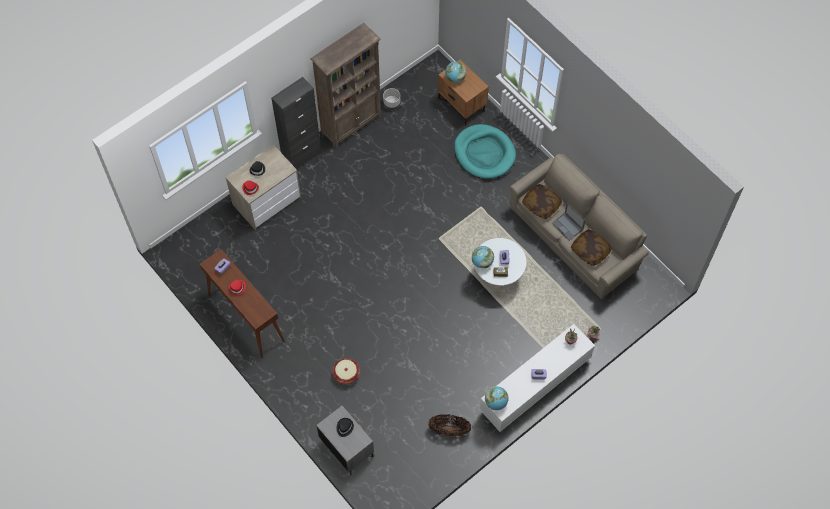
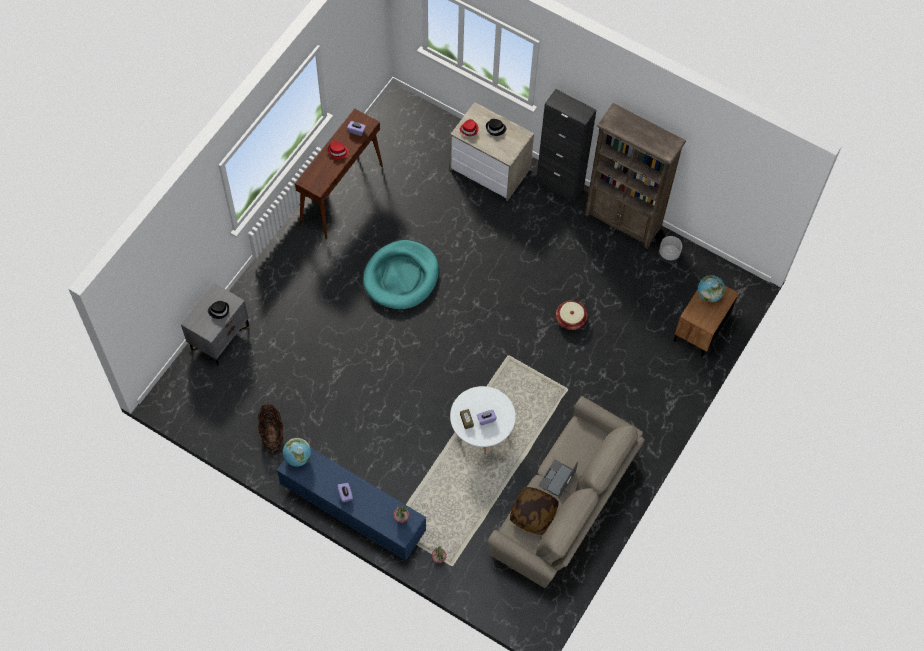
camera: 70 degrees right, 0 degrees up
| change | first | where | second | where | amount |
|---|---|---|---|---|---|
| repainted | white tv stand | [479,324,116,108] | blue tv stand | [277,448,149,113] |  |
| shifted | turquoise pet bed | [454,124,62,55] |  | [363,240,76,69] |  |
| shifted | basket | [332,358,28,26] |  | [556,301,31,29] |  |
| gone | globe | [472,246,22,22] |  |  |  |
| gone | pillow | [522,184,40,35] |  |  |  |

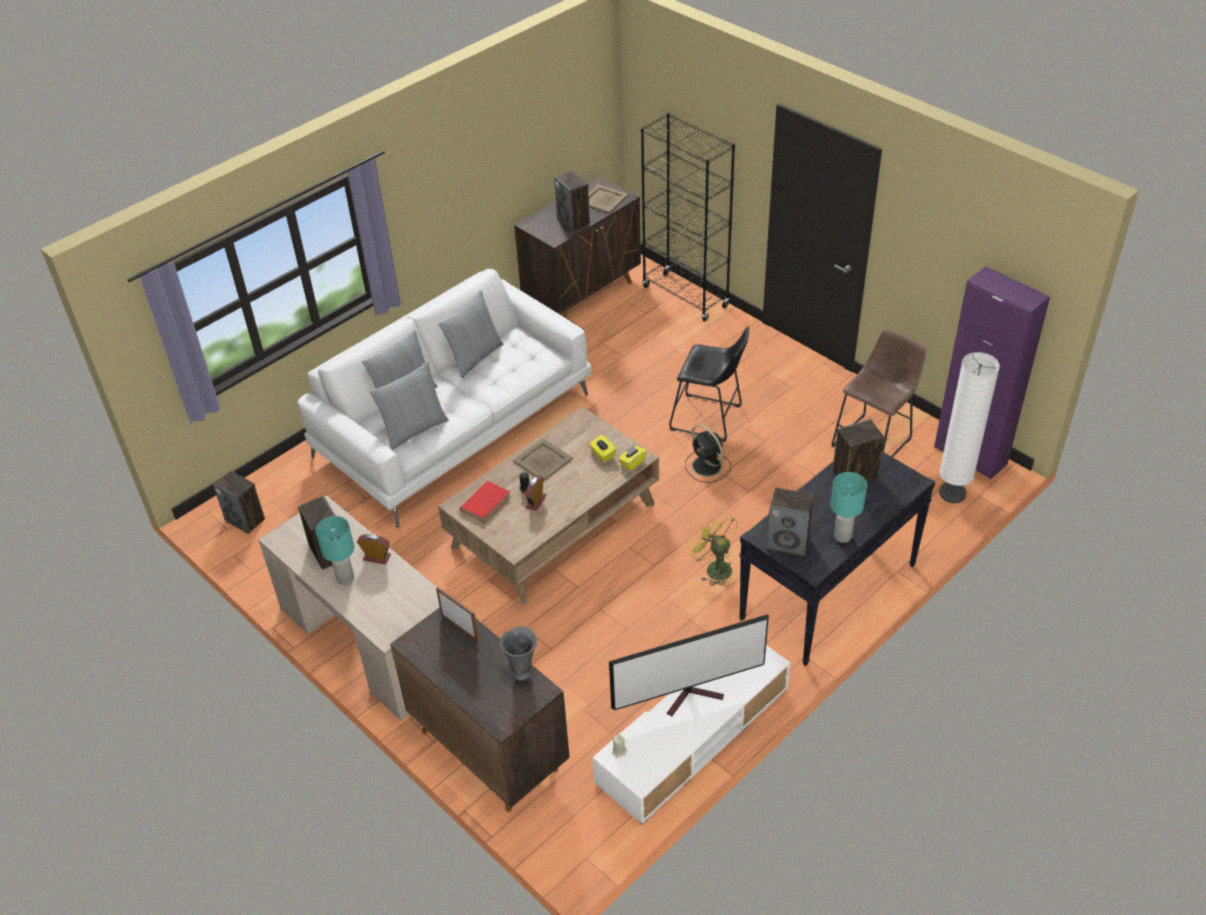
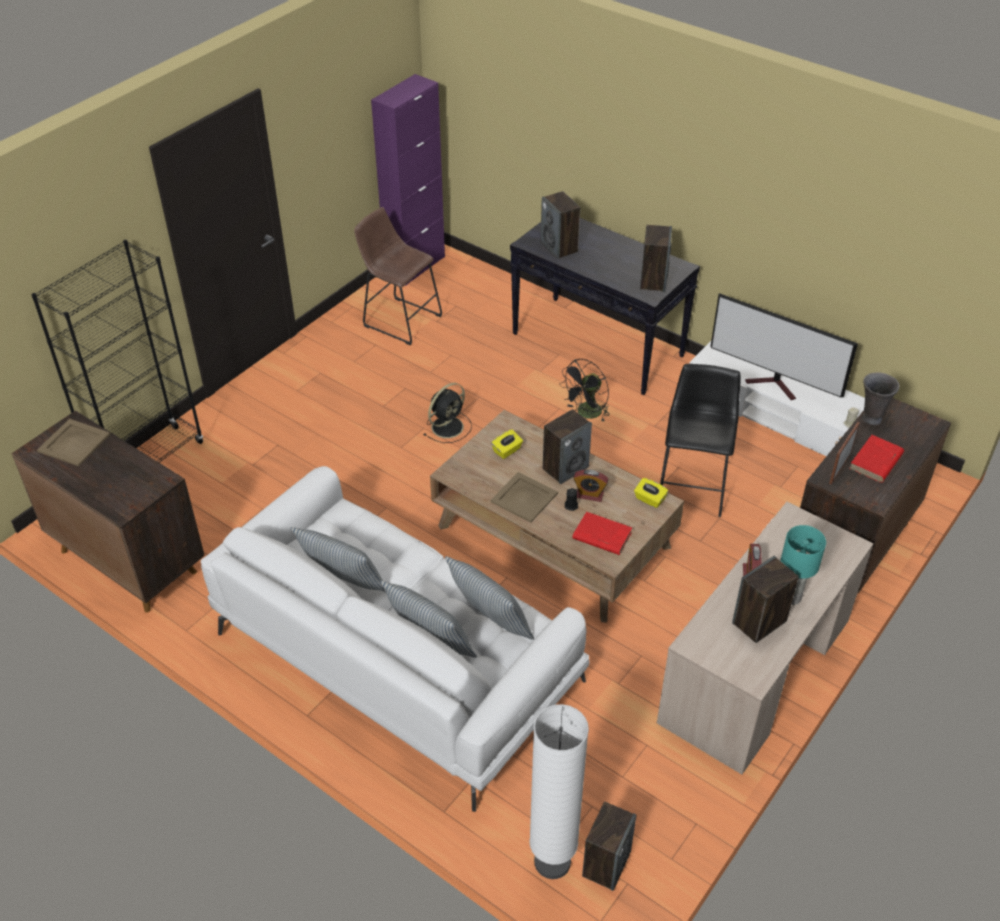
camera: 100 degrees left, 0 degrees up
| change | first | where | second | where | amount |
|---|---|---|---|---|---|
| shifted | white standing lamp | [939,352,61,151] |  | [529,704,60,175] |  |
| shifted | speaker | [554,171,36,60] |  | [543,409,49,75] |  |
| repainted | yellow-coloured fan | [687,512,51,75] | blackish fan | [559,359,51,63] |  |
| shifted | yellow-coloured tissue box | [618,444,29,27] |  | [634,478,34,30] |  |
| shifted | blackish stool seat | [669,327,80,115] |  | [660,364,81,153] |  |
| rotated | TV | [609,614,160,102] |  | [711,293,147,107] | 150 degrees clockwise |
| new |  |  | reddish bound book | [849,435,55,47] |  |
| gone | turquoise tabletop lamp | [830,472,37,71] |  |  |  |

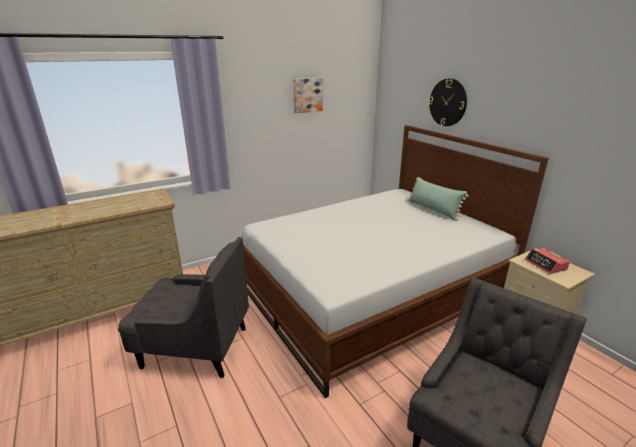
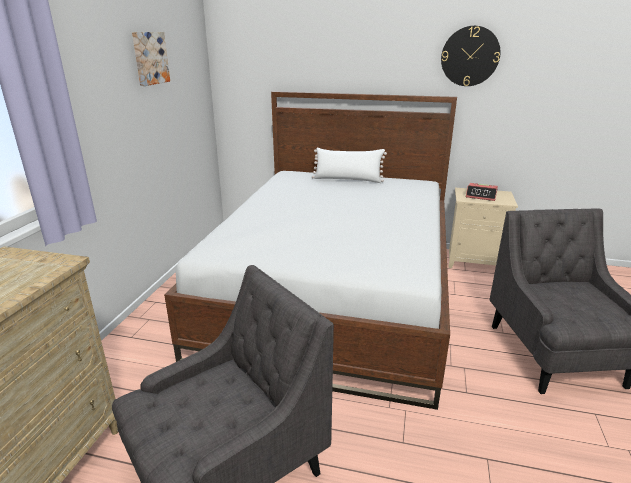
camera: 45 degrees left, 0 degrees up
| change | first | where | second | where | amount |
|---|---|---|---|---|---|
| repainted | green-coloured pillow | [408,177,61,43] | white pillow | [312,148,75,35] |  |
| shifted | clock on the wall | [429,79,38,47] |  | [441,26,59,60] |  |

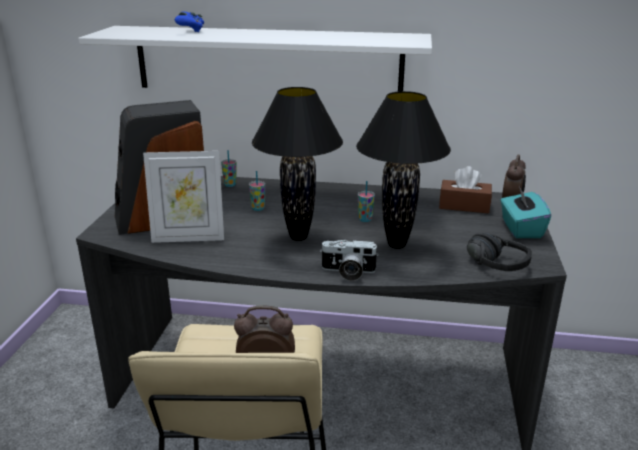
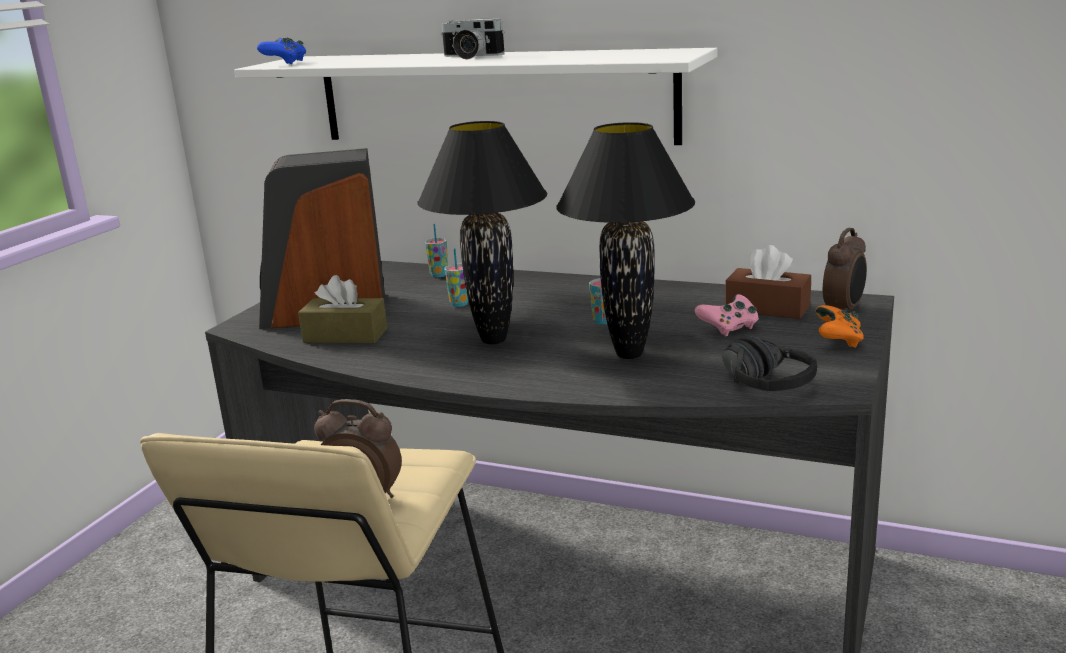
camera: 15 degrees right, 5 degrees down
| change | first | where | second | where | amount |
|---|---|---|---|---|---|
| shifted | blue game controller | [175,12,29,20] |  | [257,38,49,26] |  |
| swapped | standing frame | [143,151,81,92] | brown tissue box | [298,275,89,68] |  |
| shifted | still camera | [320,240,59,41] |  | [441,18,64,41] |  |
| new |  |  | pink-coloured game controller | [695,294,64,43] |  |
| swapped | turquoise tissue box | [501,186,50,52] | orangey game controller | [816,305,48,43] |  |

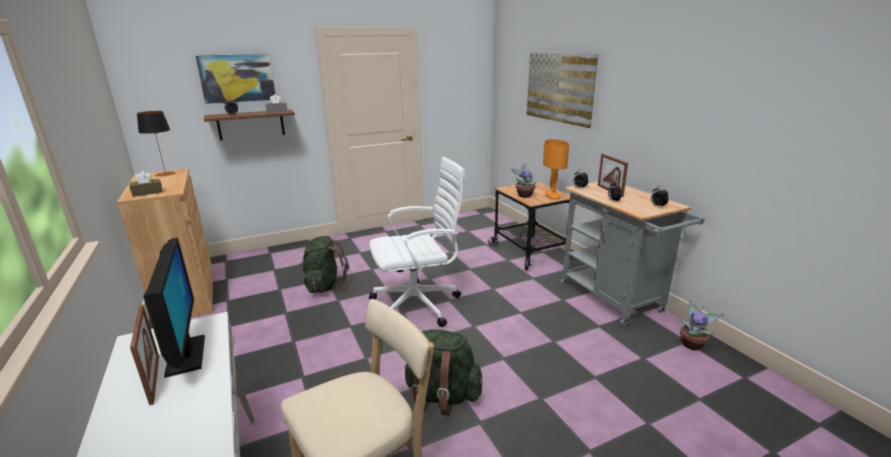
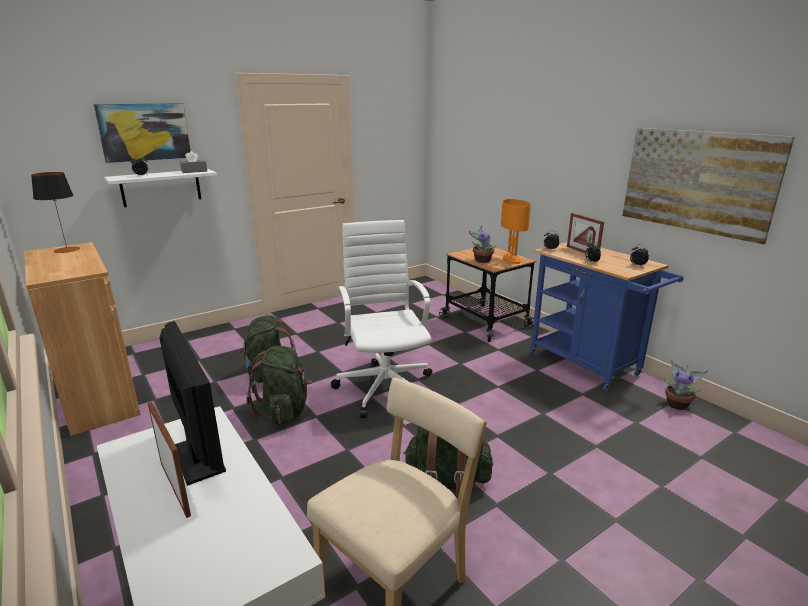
camera: 10 degrees left, 0 degrees up
| change | first | where | second | where | amount |
|---|---|---|---|---|---|
| repainted | brown shelf | [204,109,91,32] | white shelf | [104,169,113,38] |  |
| new |  |  | green-coloured backpack | [246,346,66,79] |  |
| rotated | white computer chair | [369,157,97,170] |  | [331,220,101,198] | 75 degrees counterclockwise |
| repainted | grey wheeled cart | [560,182,144,144] | blue wheeled cart | [529,242,155,150] |  |
| shifted | wall art | [527,52,72,76] |  | [622,128,173,116] |  |
| gone | brown tissue box | [130,171,32,26] |  |  |  |

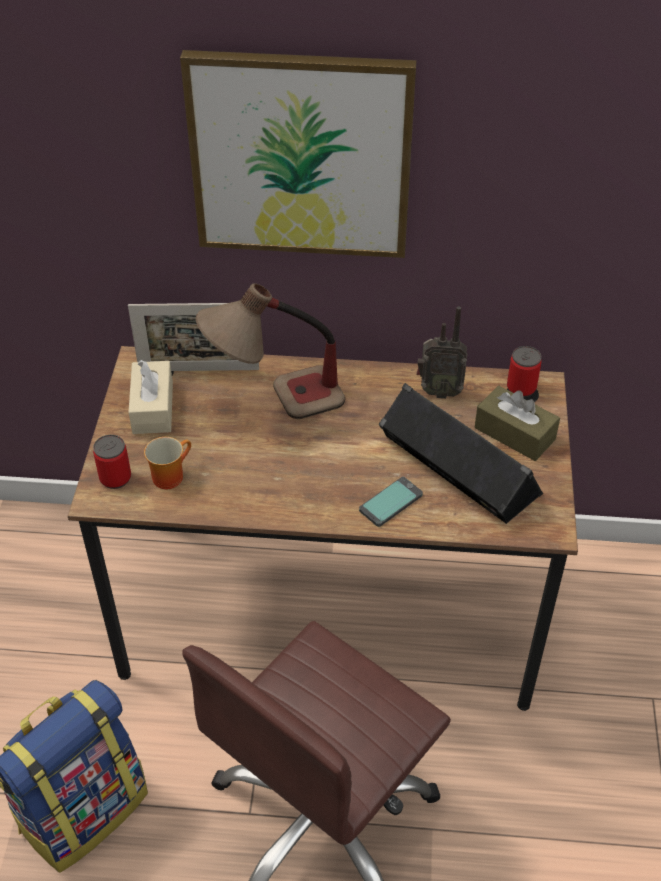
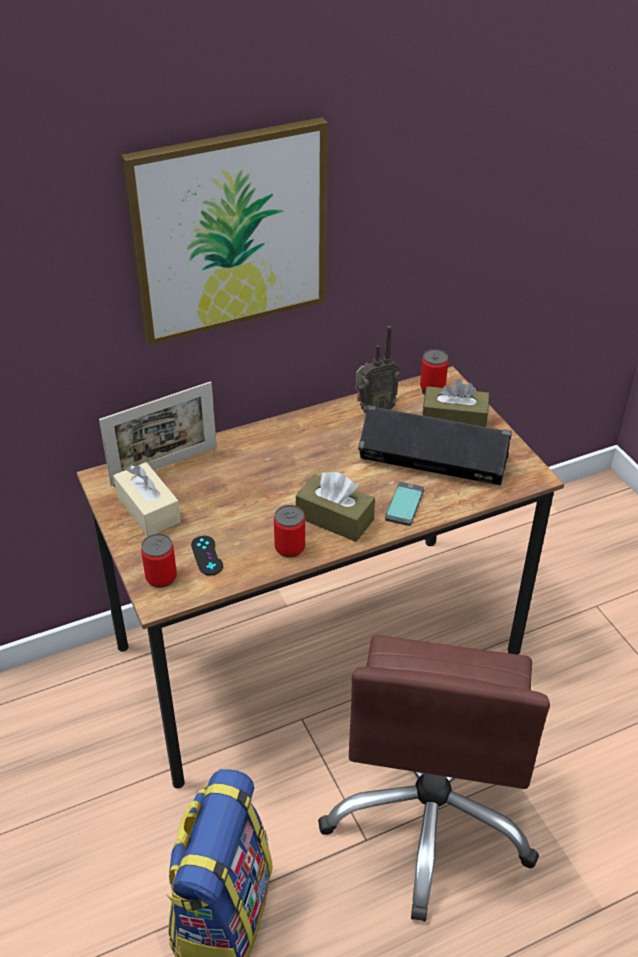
camera: 30 degrees left, 5 degrees down
| change | first | where | second | where | amount |
|---|---|---|---|---|---|
| swapped | coffee mug | [144,437,47,52] | blackish game controller | [191,536,32,40] |  |
| new |  |  | metal can | [274,505,31,53] |  |
| new |  |  | brown tissue box | [296,472,79,70] |  |
| gone | tabletop lamp | [196,283,149,136] |  |  |  |

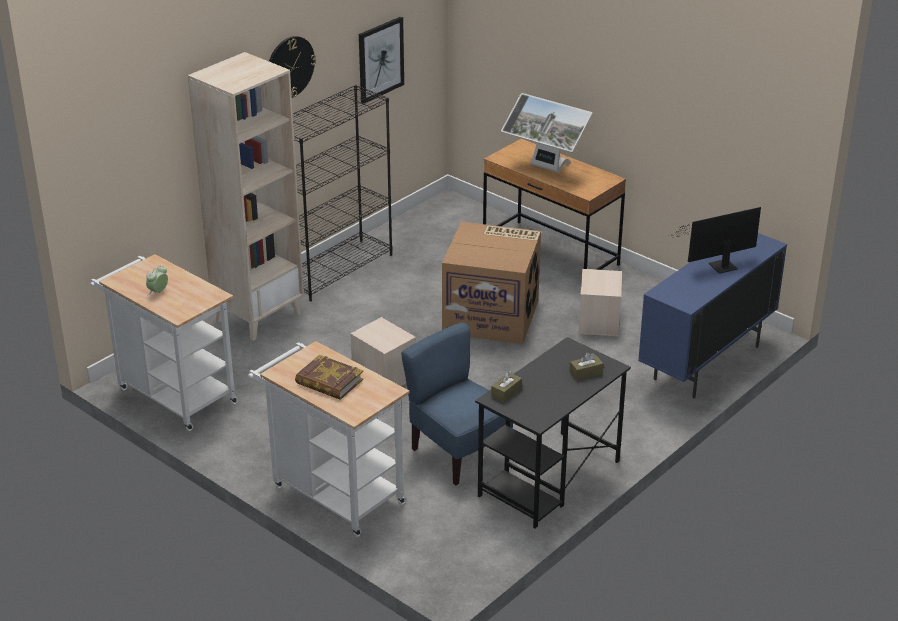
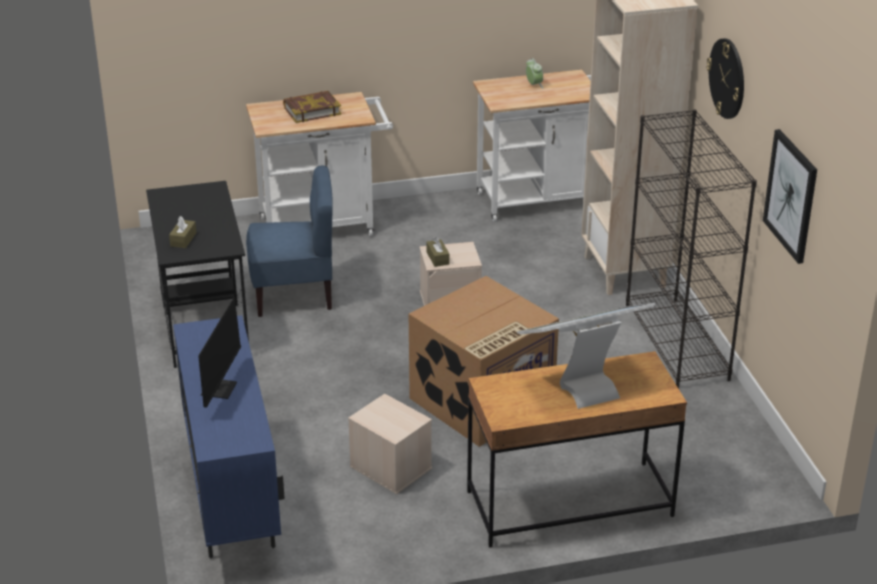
camera: 125 degrees right, 0 degrees up
| change | first | where | second | where | amount |
|---|---|---|---|---|---|
| shifted | brown tissue box | [491,371,31,31] |  | [426,237,24,30] |  |

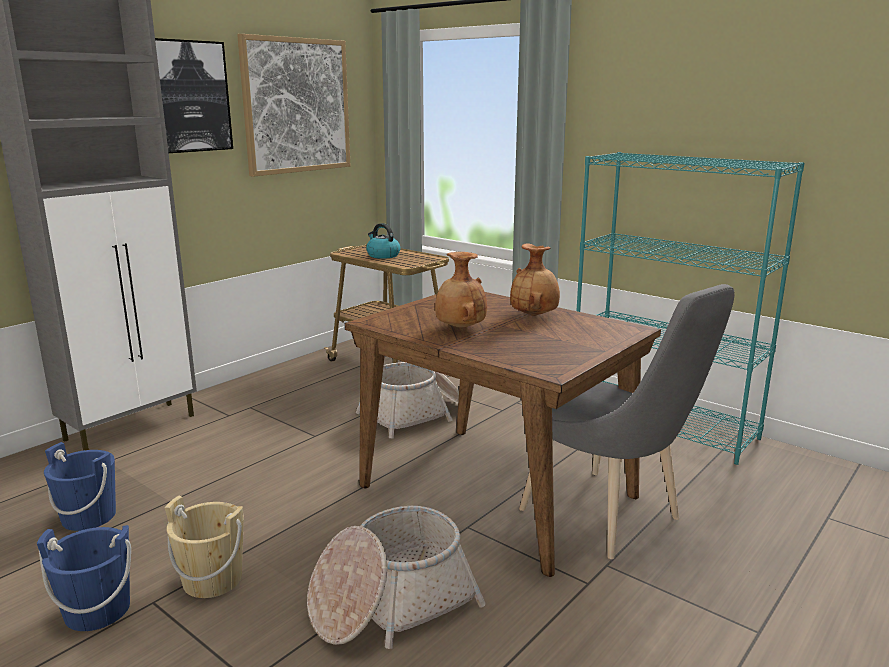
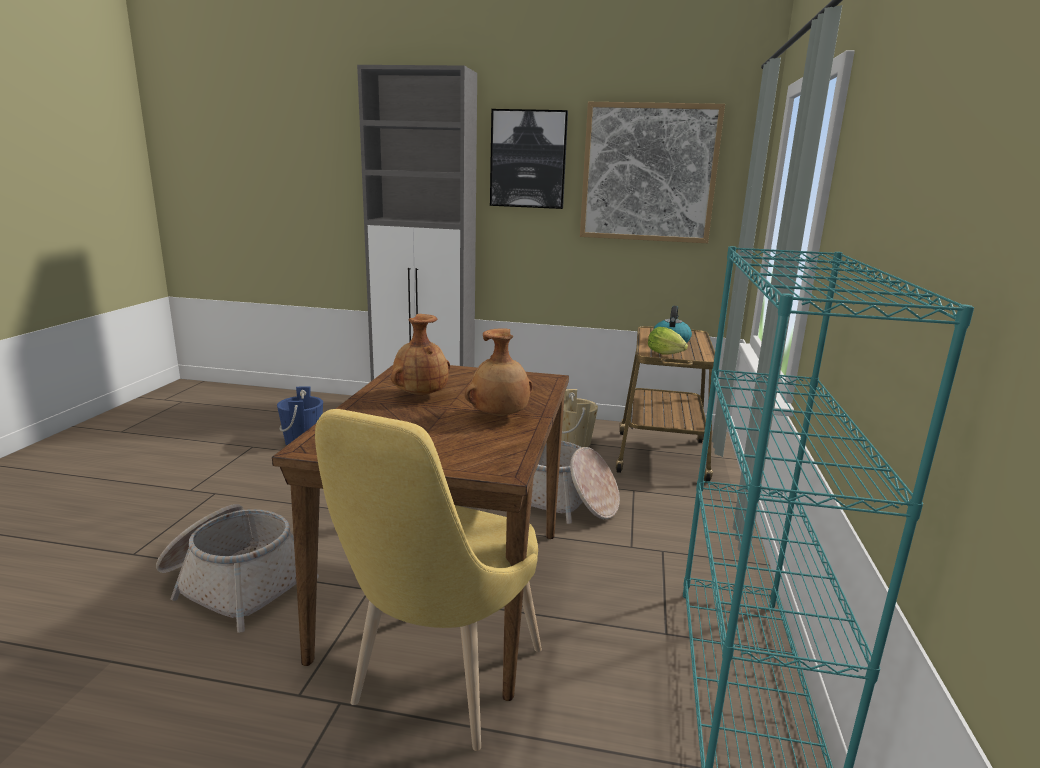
camera: 60 degrees right, 0 degrees up
| change | first | where | second | where | amount |
|---|---|---|---|---|---|
| repainted | grey plain chair | [519,284,216,275] | yellow-coloured plain chair | [315,409,227,342] |  |
| shifted | beige bucket | [165,496,79,102] |  | [561,389,37,59] |  |
| new |  |  | head of lettuce | [648,327,40,28] |  |
| gone | blue bucket | [37,525,94,106] |  |  |  |

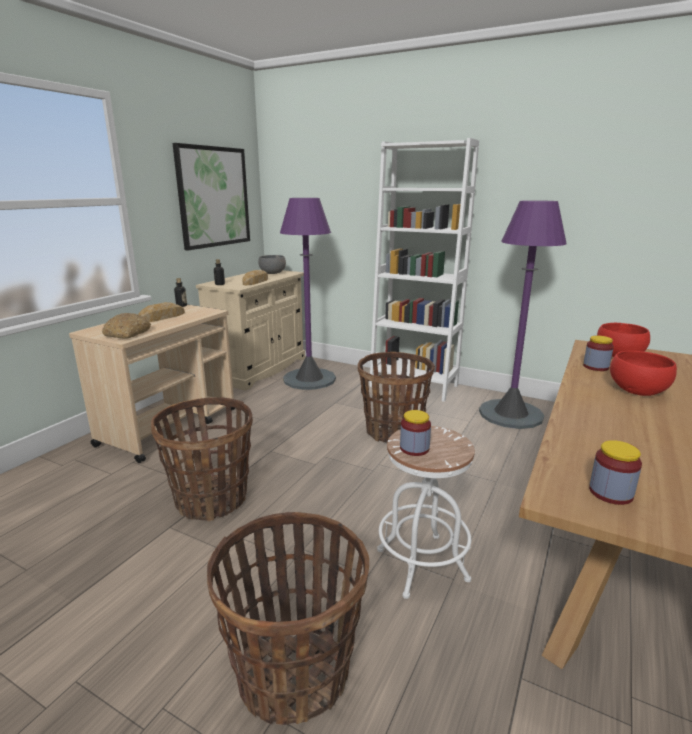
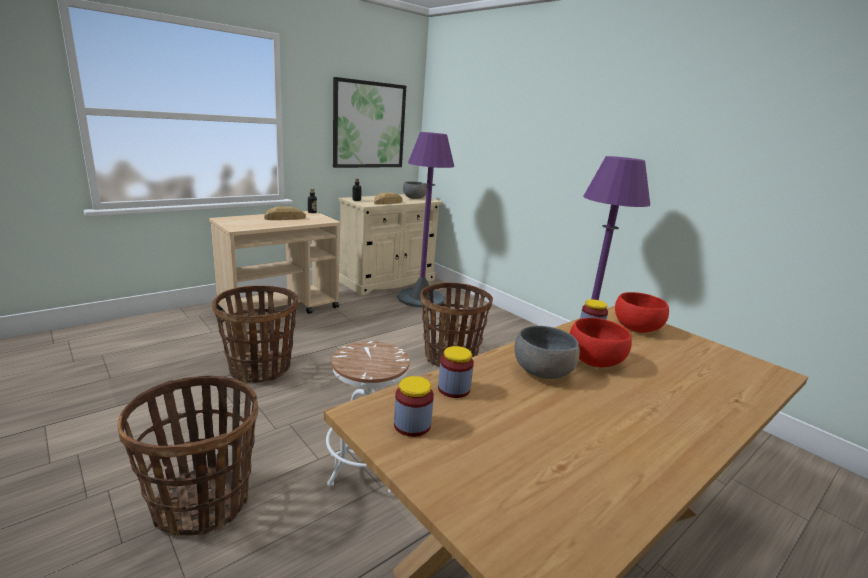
camera: 20 degrees right, 0 degrees up
| change | first | where | second | where | amount |
|---|---|---|---|---|---|
| shifted | preserve jar | [400,410,31,46] |  | [438,346,36,52] |  |
| new |  |  | grey deep dish | [514,326,66,53] |  |
| gone | bakery bread | [102,313,49,26] |  |  |  |
| gone | white bookshelf | [369,138,110,264] |  |  |  |

